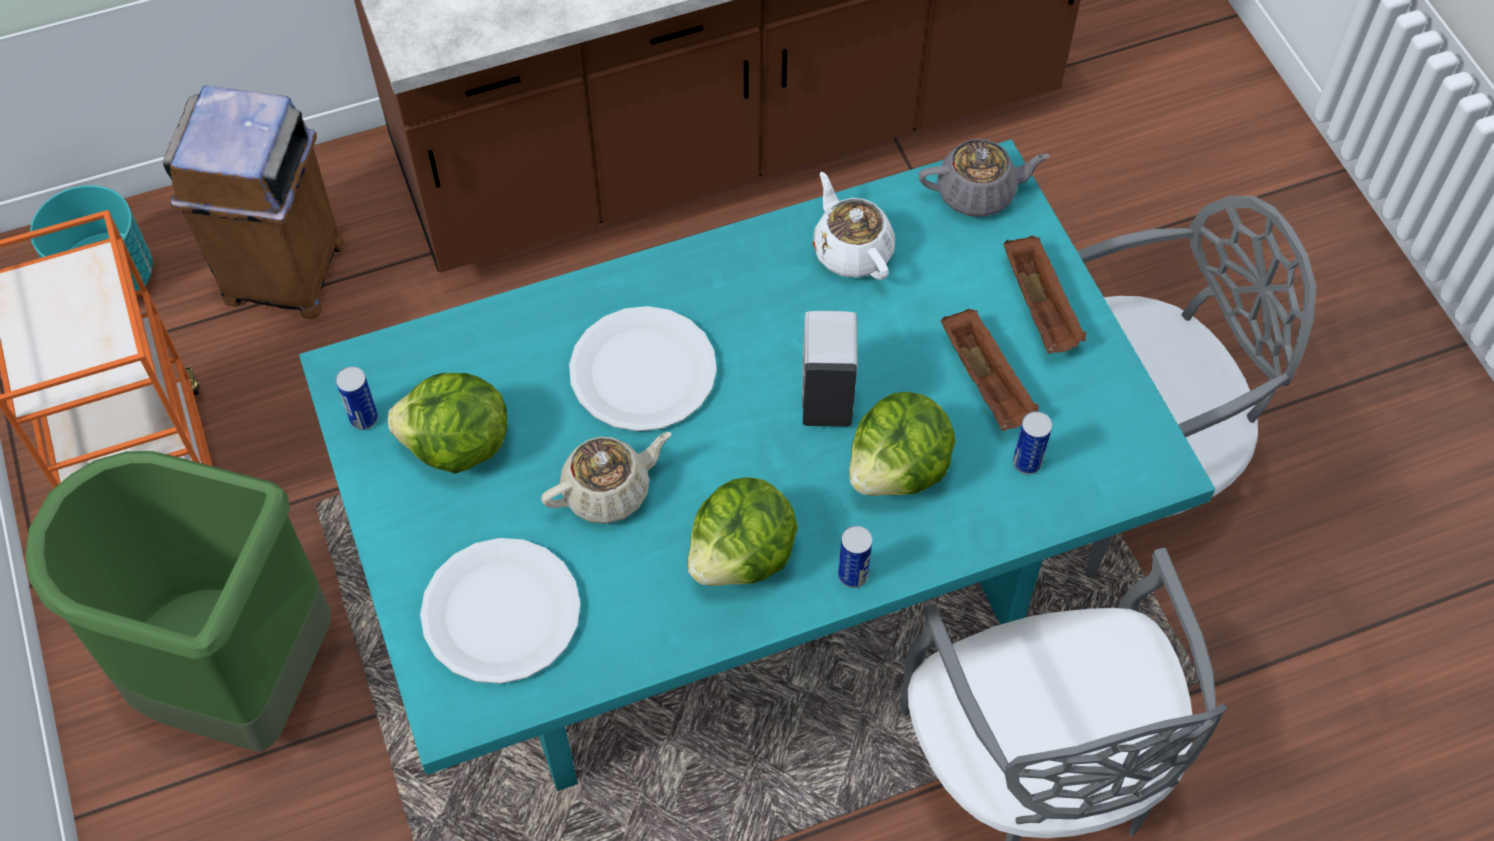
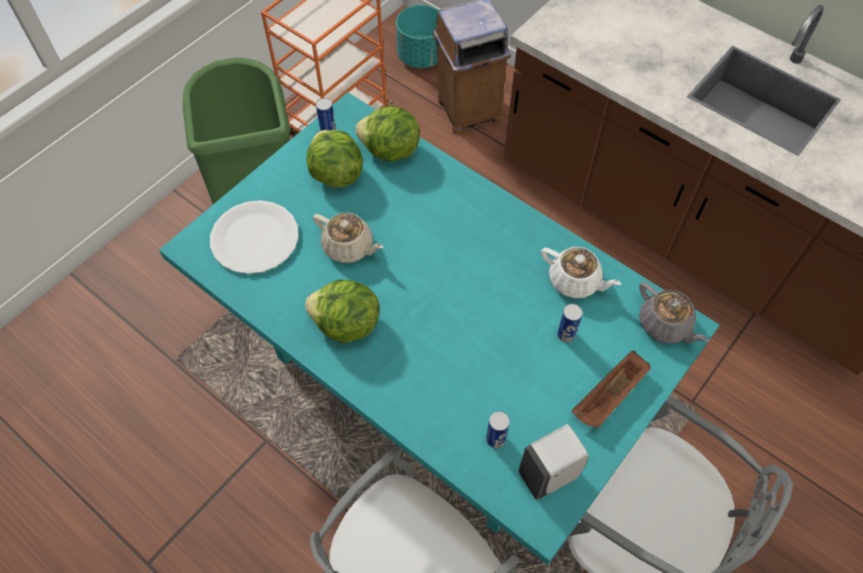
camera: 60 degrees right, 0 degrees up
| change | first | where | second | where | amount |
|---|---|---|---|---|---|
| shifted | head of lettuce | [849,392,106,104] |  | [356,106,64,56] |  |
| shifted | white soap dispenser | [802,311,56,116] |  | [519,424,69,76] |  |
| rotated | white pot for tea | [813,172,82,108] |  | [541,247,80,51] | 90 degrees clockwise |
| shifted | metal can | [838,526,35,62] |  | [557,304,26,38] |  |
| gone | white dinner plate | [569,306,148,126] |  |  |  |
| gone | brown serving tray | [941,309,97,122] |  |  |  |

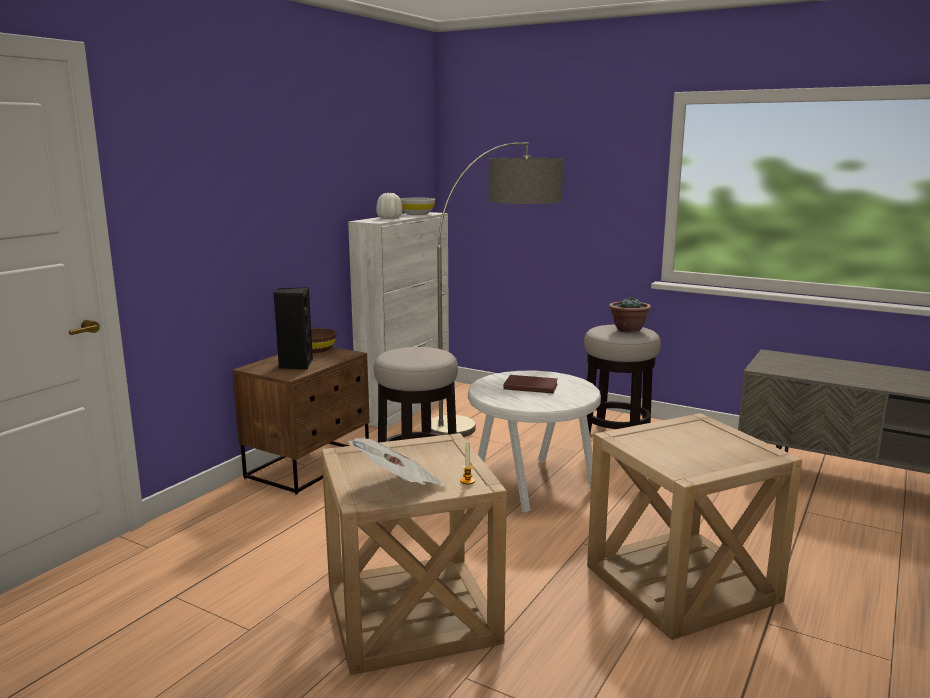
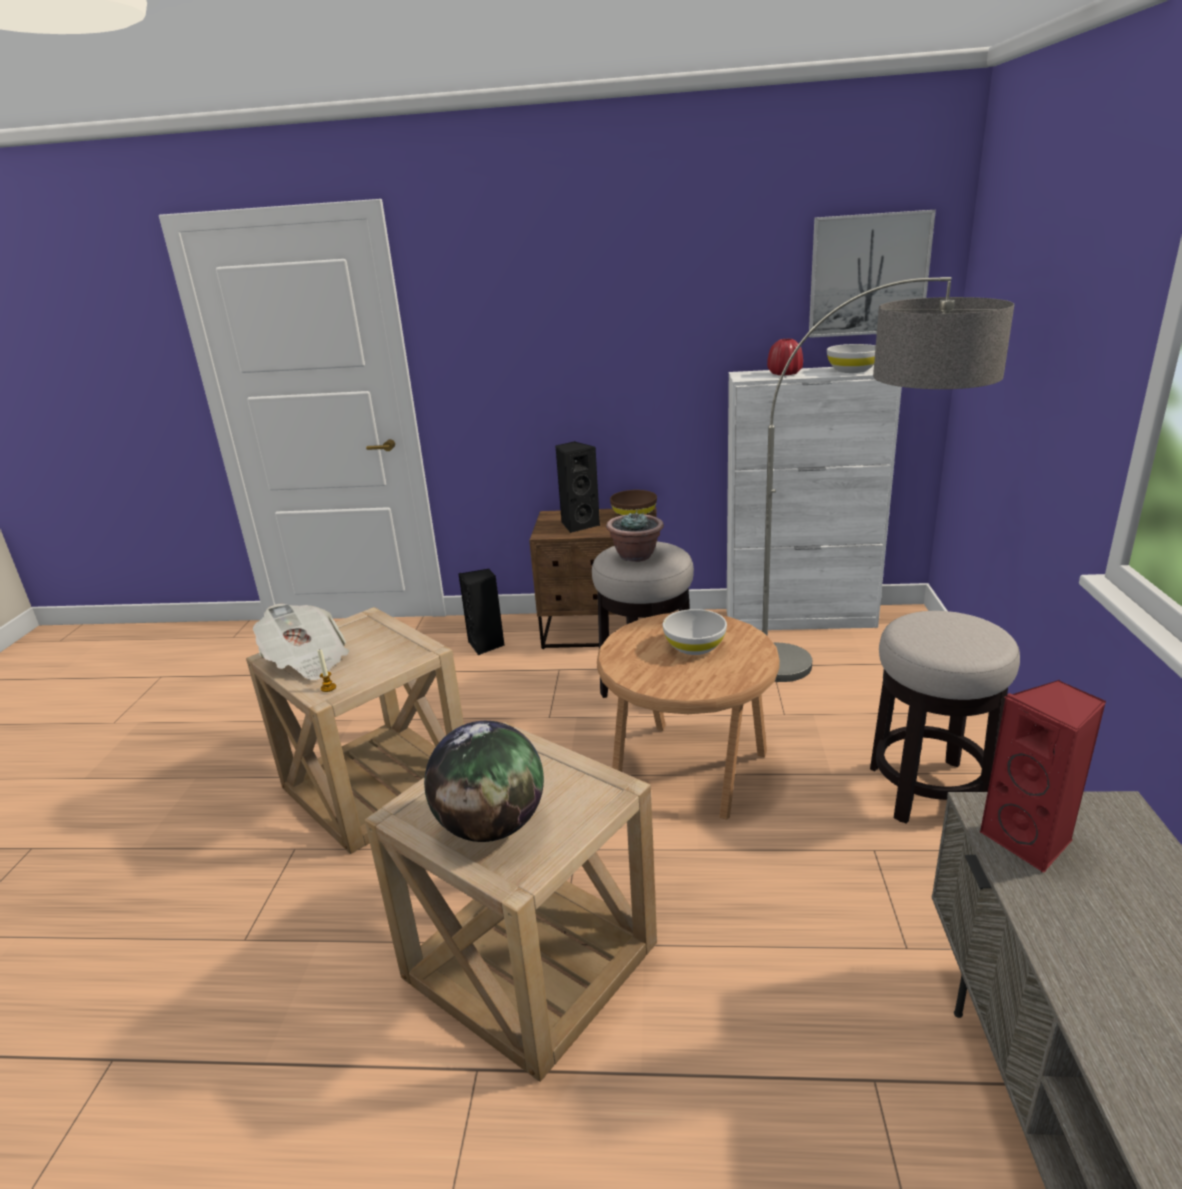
camera: 65 degrees right, 10 degrees up
| change | first | where | second | where | amount |
|---|---|---|---|---|---|
| new |  |  | globe | [424,721,120,121] |  |
| new |  |  | blackish speaker | [459,569,46,86] |  |
| repainted | white accent table | [468,371,133,141] | brown accent table | [597,613,183,207] |  |
| shifted | houseplant | [609,296,42,37] |  | [606,511,58,51] |  |
| swapped | brown bound book | [503,375,55,18] | white deep dish | [663,609,64,46] |  |
| repainted | white decorative vase | [376,193,26,26] | reddish decorative vase | [767,339,36,36] |  |
| new |  |  | wall art | [809,210,127,128] |  |
| new |  |  | reddish speaker | [979,680,127,193] |  |

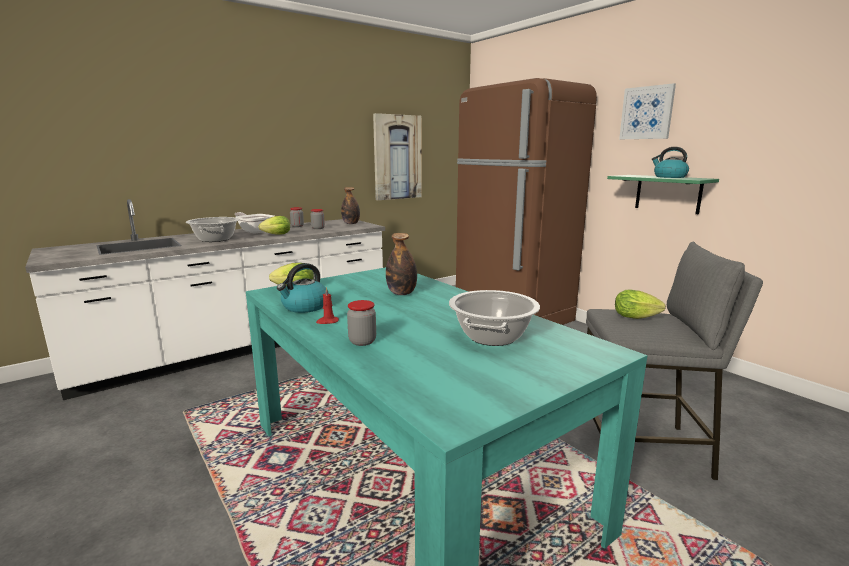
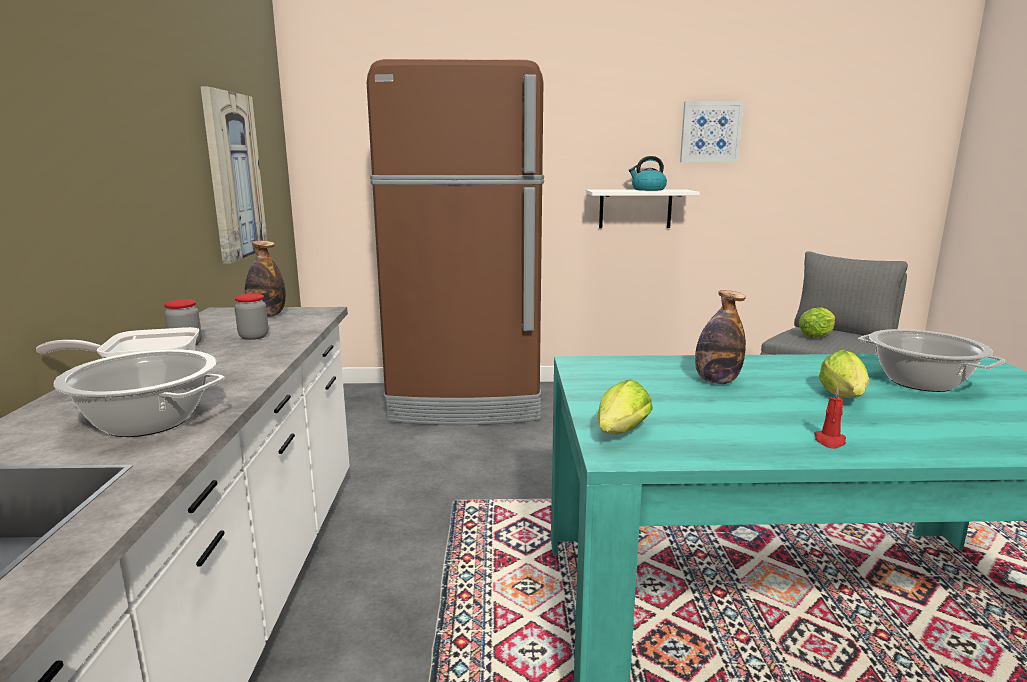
camera: 55 degrees left, 0 degrees up
| change | first | where | second | where | amount |
|---|---|---|---|---|---|
| repainted | green-coloured shelf | [607,175,112,39] | white shelf | [586,189,114,39] |  |
| shifted | wall art | [619,83,57,56] |  | [680,101,64,61] |  |
| shifted | head of lettuce | [259,216,31,19] |  | [819,350,51,48] |  |
| gone | water kettle | [277,263,52,50] |  |  |  |
| gone | preserve jar | [347,300,29,46] |  |  |  |

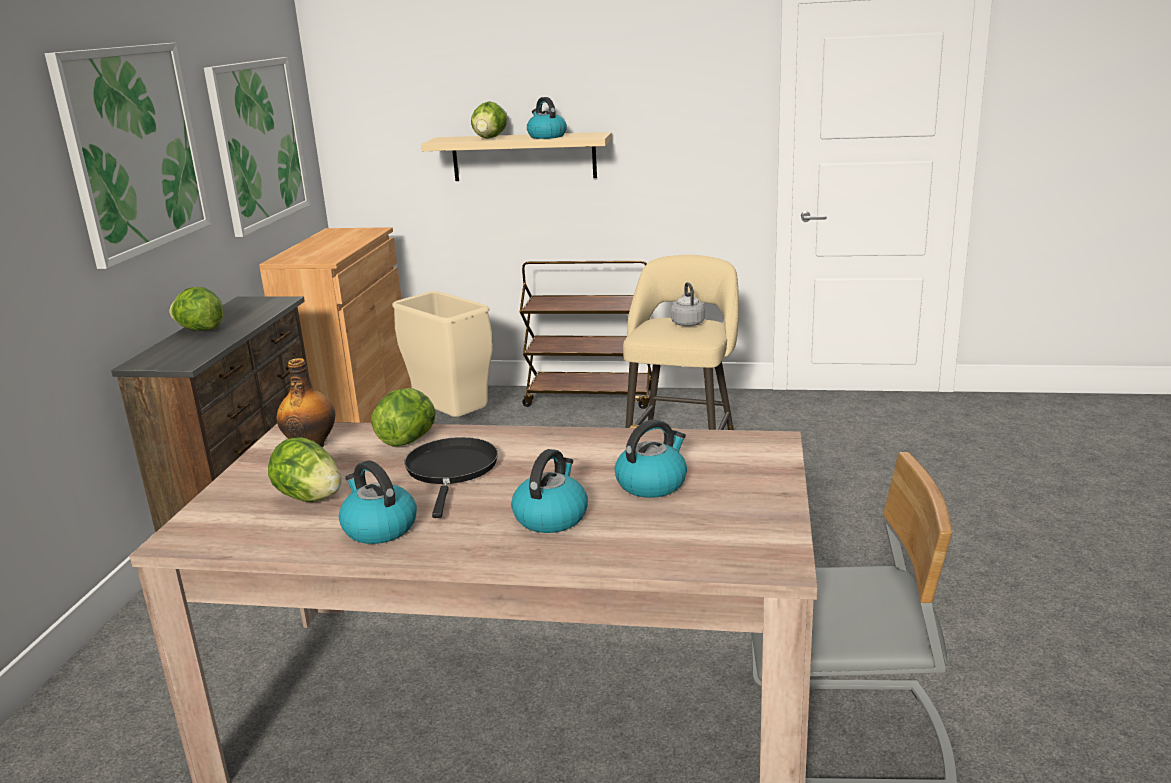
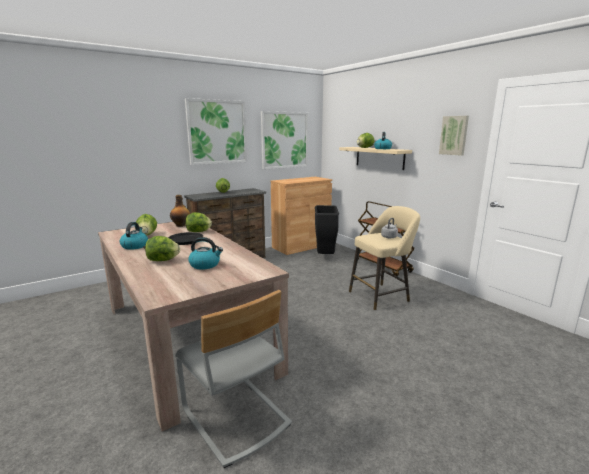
camera: 45 degrees right, 5 degrees down
| change | first | where | second | where | amount |
|---|---|---|---|---|---|
| swapped | water kettle | [511,449,77,84] | head of lettuce | [145,236,35,25] |  |
| repainted | beige waste bin | [392,291,101,126] | blackish waste bin | [315,205,24,49] |  |
| new |  |  | wall art | [439,116,30,40] |  |

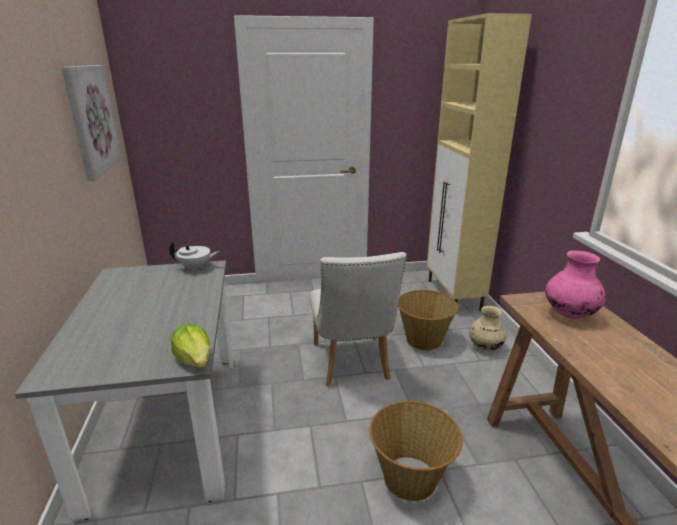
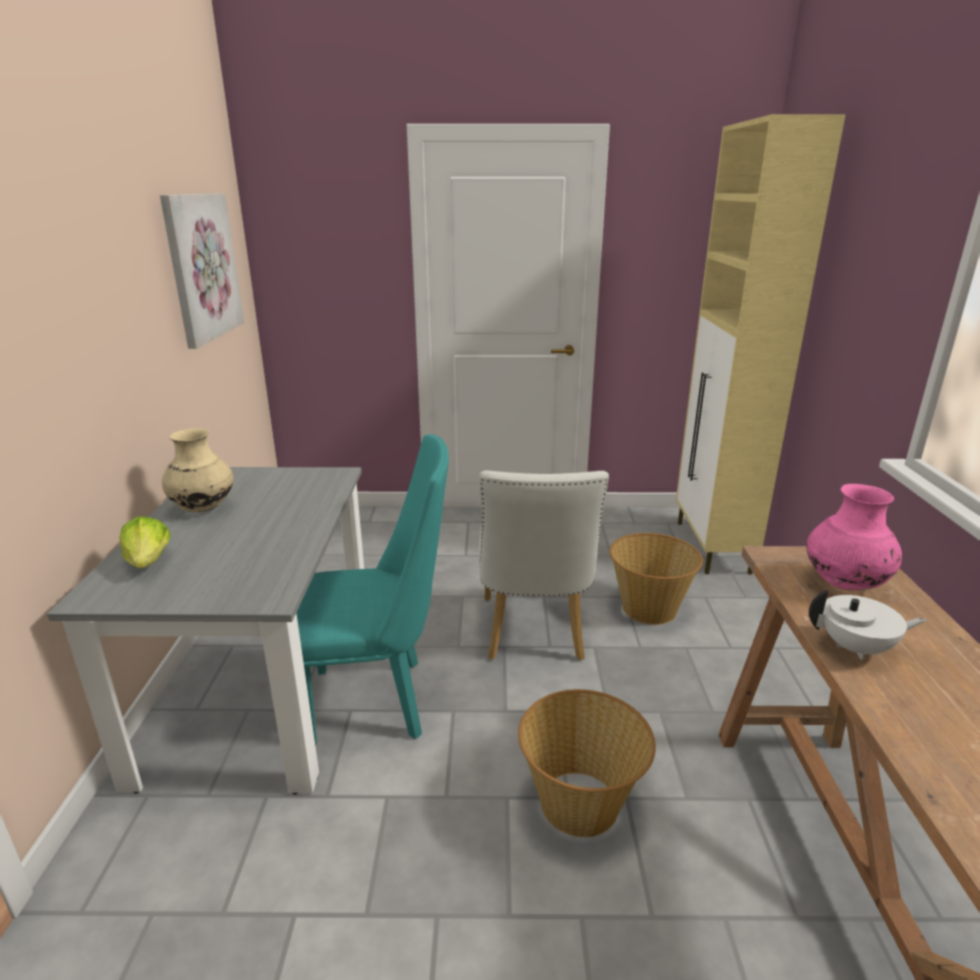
camera: 10 degrees right, 0 degrees up
| change | first | where | second | where | amount |
|---|---|---|---|---|---|
| shifted | head of lettuce | [171,324,39,44] |  | [120,517,51,51] |  |
| shifted | beige decorative vase | [469,306,37,45] |  | [162,428,72,84] |  |
| new |  |  | turquoise plain chair | [296,434,153,312] |  |
| shifted | white pot for tea | [169,242,50,29] |  | [809,590,117,71] |  |

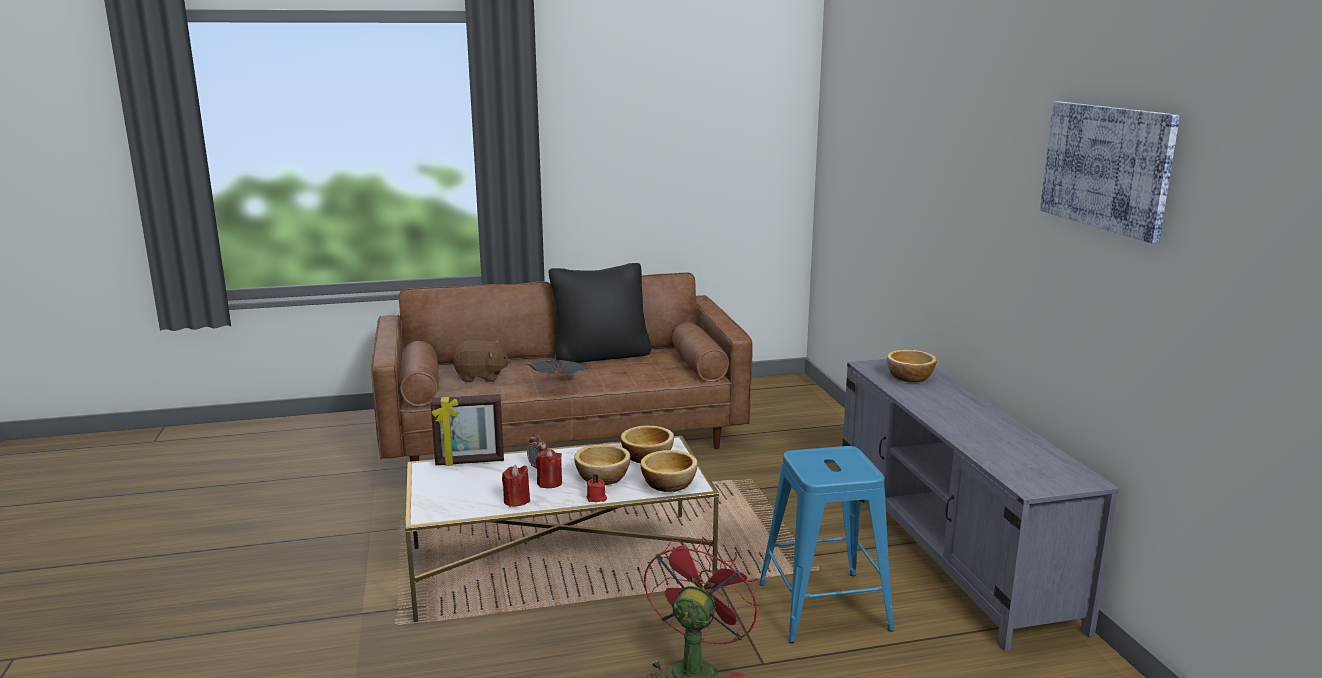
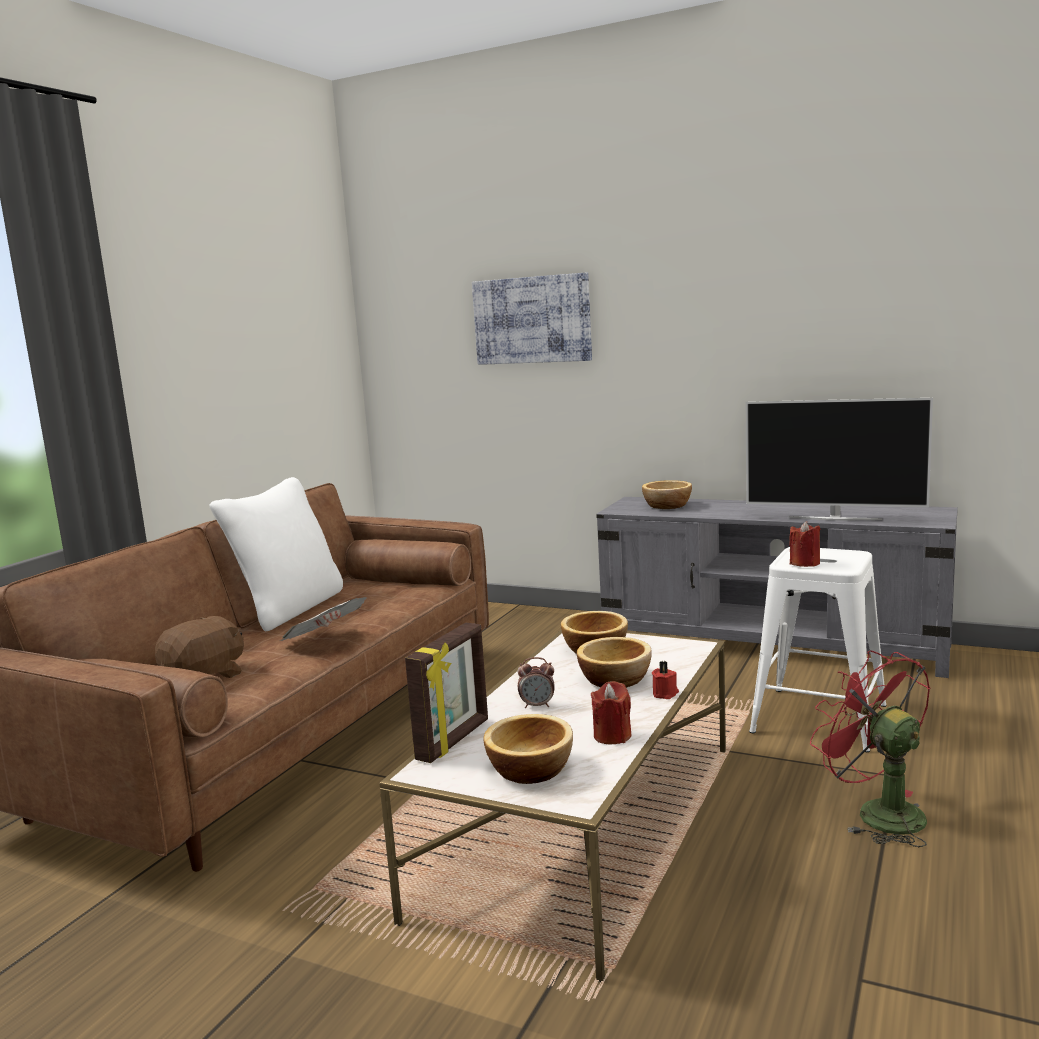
camera: 50 degrees left, 5 degrees down
| change | first | where | second | where | amount |
|---|---|---|---|---|---|
| repainted | blackish pillow | [548,263,103,100] | white pillow | [209,477,134,154] |  |
| shifted | wall art | [1040,101,140,142] |  | [472,273,120,92] |  |
| shifted | deep dish | [640,450,58,42] |  | [483,714,90,70] |  |
| new |  |  | TV | [746,398,187,123] |  |
| repainted | blue stool seat | [759,446,135,197] | white stool seat | [749,547,138,205] |  |
| shifted | reddish wax light | [536,449,26,39] |  | [789,521,32,46] |  |

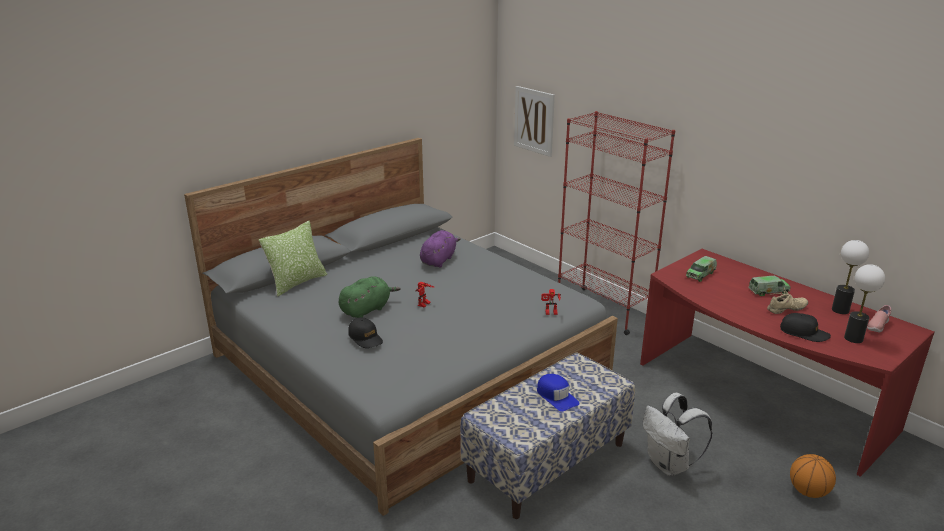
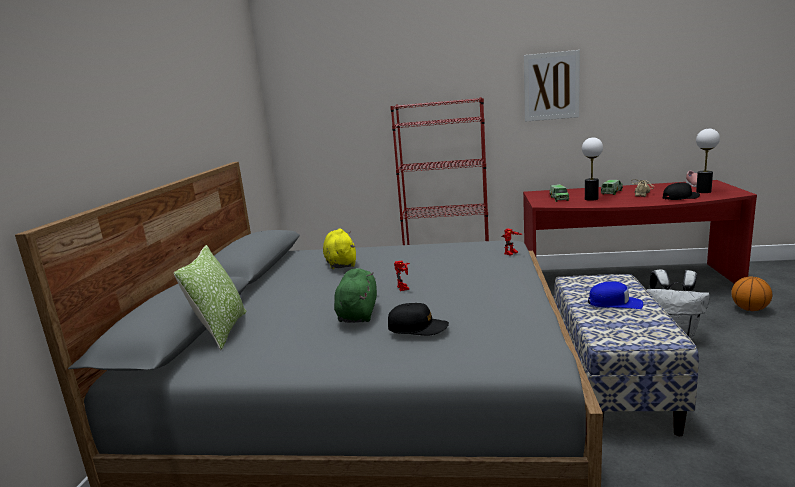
camera: 40 degrees left, 10 degrees down
| change | first | where | second | where | amount |
|---|---|---|---|---|---|
| repainted | purplish plush toy | [420,230,41,38] | yellow-coloured plush toy | [323,228,33,41] |  |
| shifted | wall art | [514,86,41,71] |  | [524,50,56,72] |  |
| shifted | tabletop lamp | [832,240,37,74] |  | [582,137,21,64] |  |

